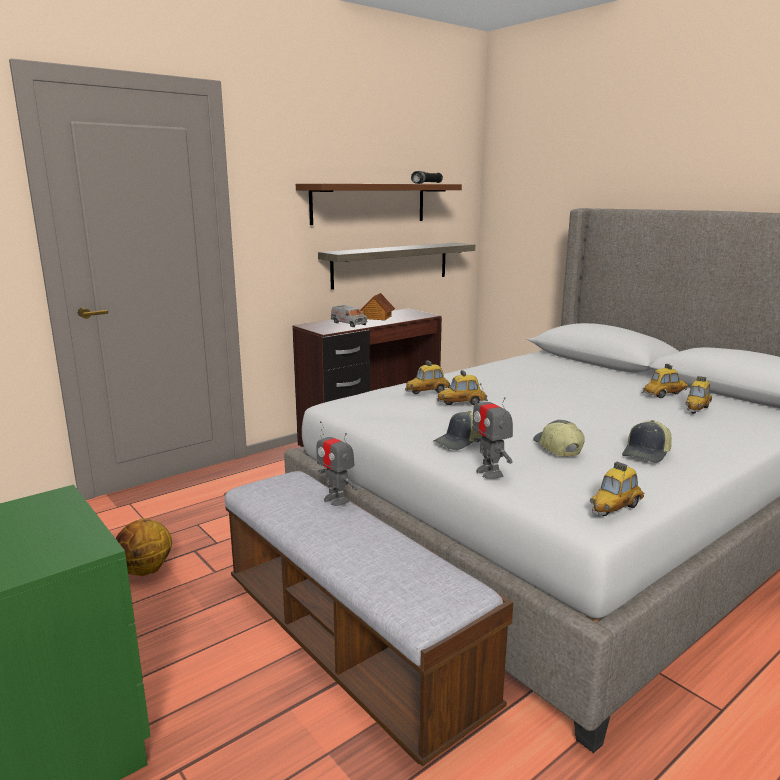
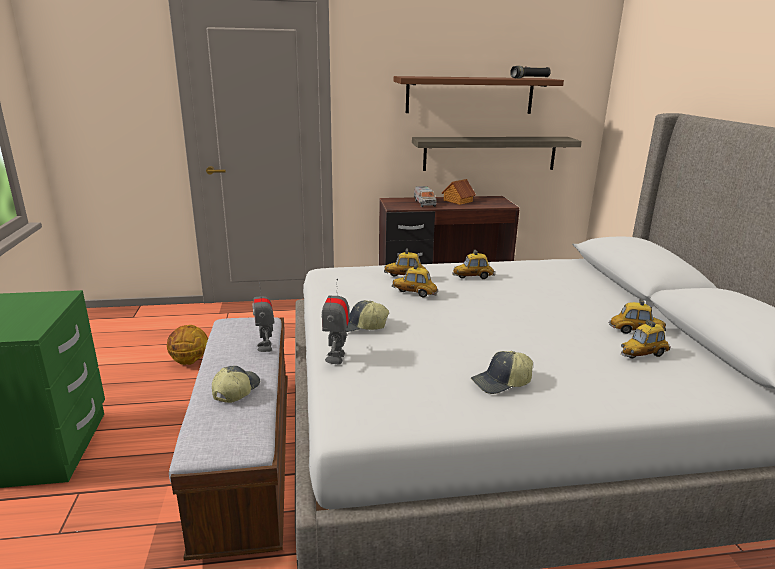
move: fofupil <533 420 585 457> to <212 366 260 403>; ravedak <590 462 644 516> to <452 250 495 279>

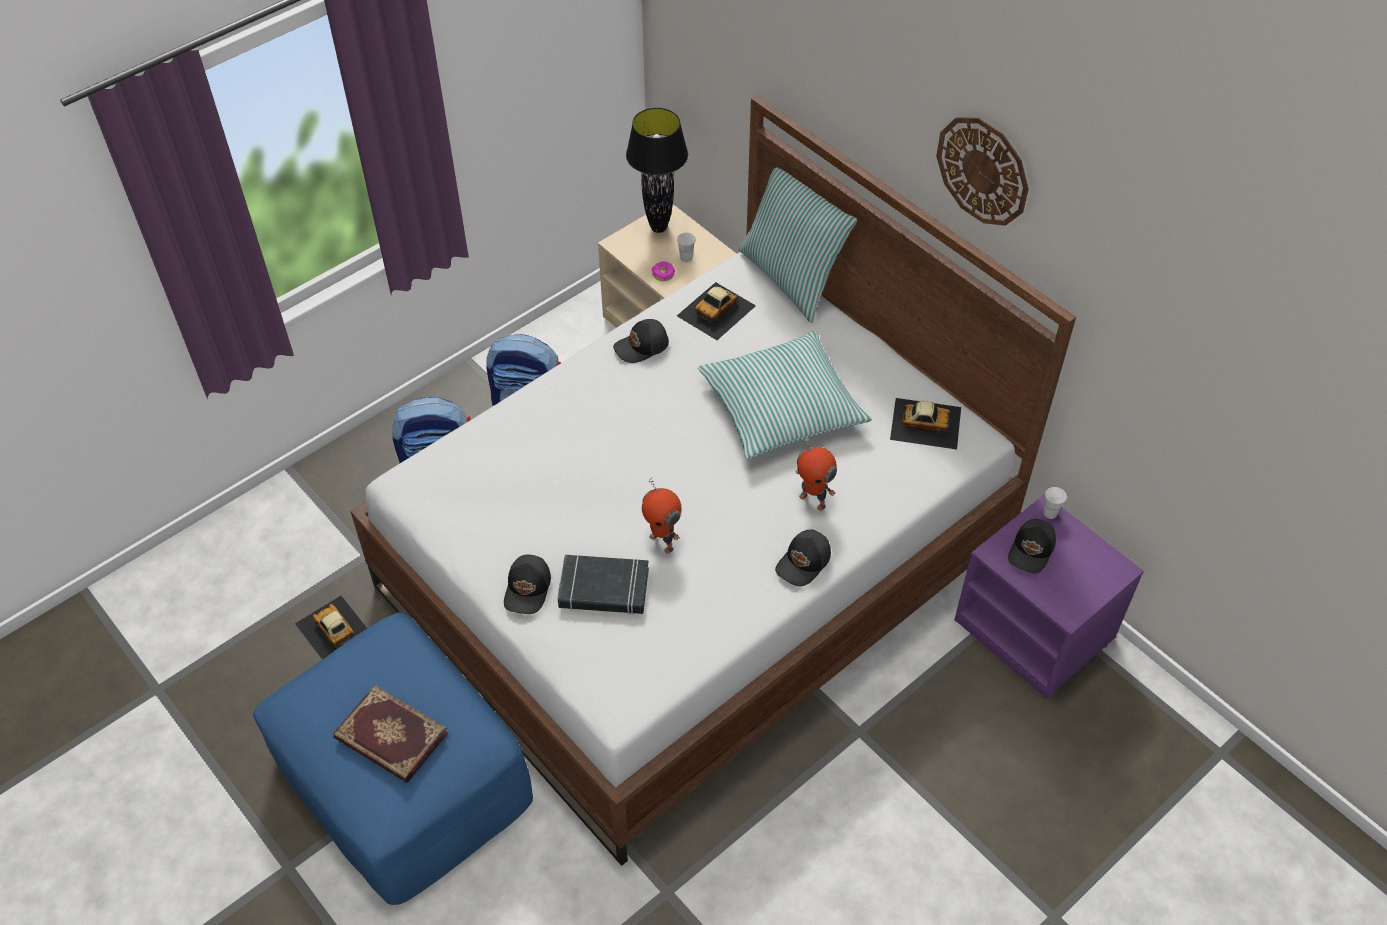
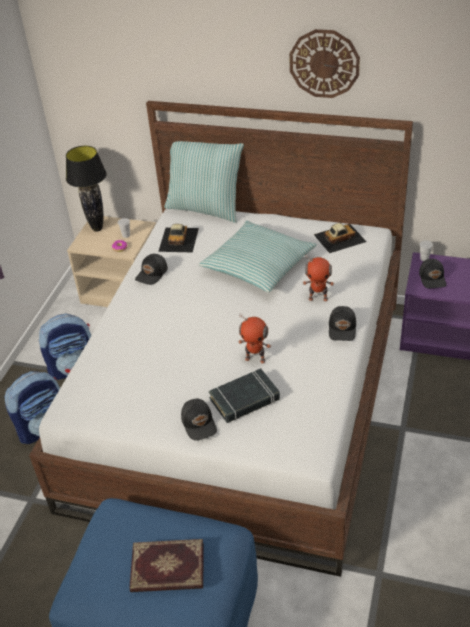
delete: ravedak <295 596 367 660>

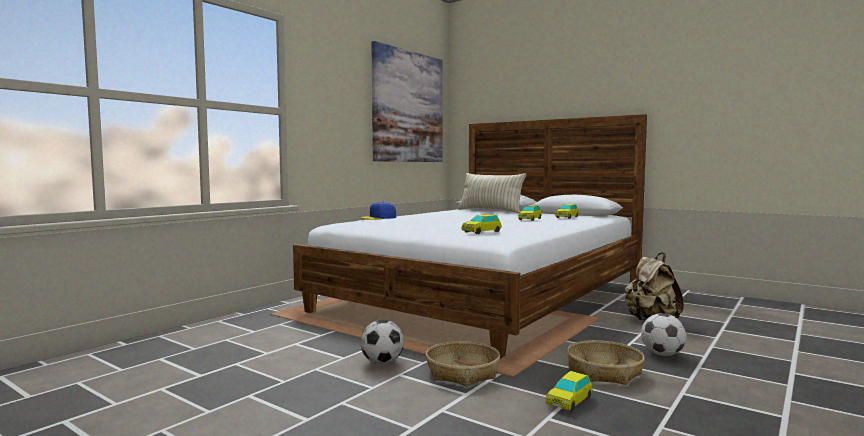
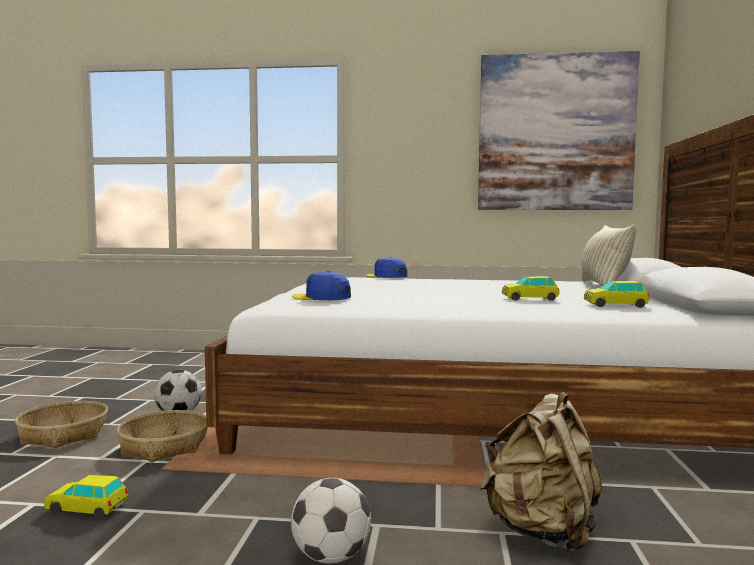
move: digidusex <567 340 645 385> to <15 401 108 448>
replace: ravedak <462 214 502 234> to blue fofupil <292 271 351 300>

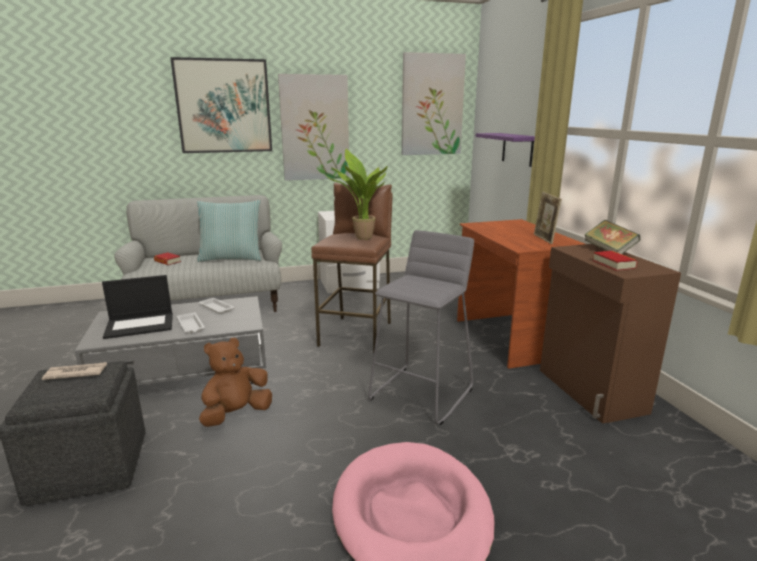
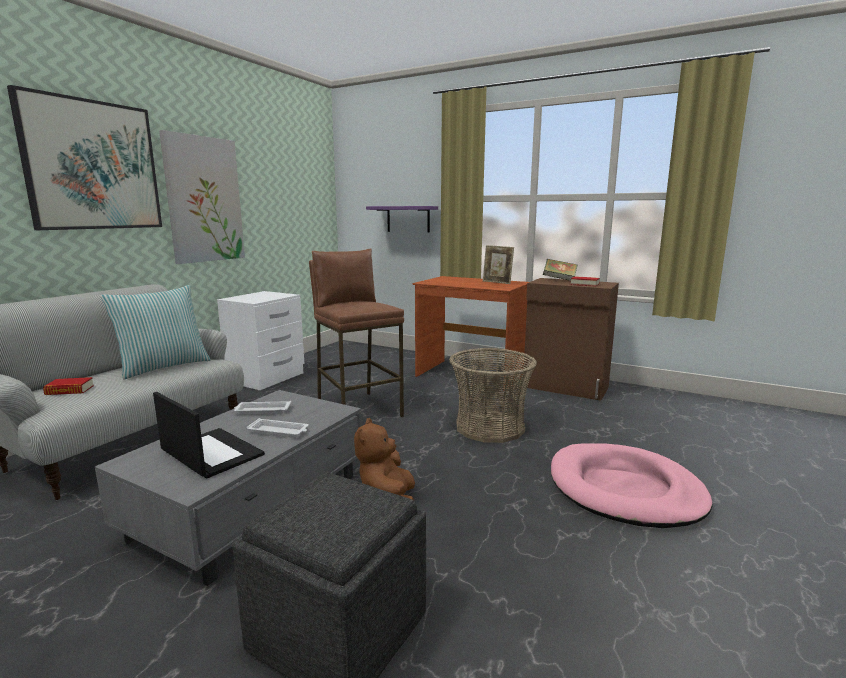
delete: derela <42 362 107 380>; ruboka <327 149 388 240>; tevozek <402 52 466 155>
replace: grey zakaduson <368 230 474 425> to digidusex <449 348 537 443>
rotate: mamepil <102 275 173 339> = <153 392 265 478> 75 degrees counterclockwise

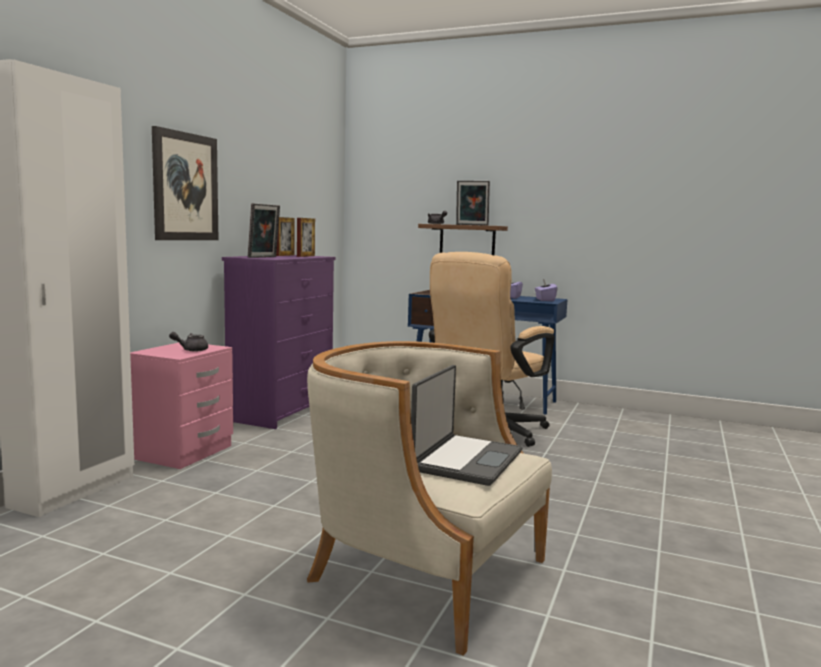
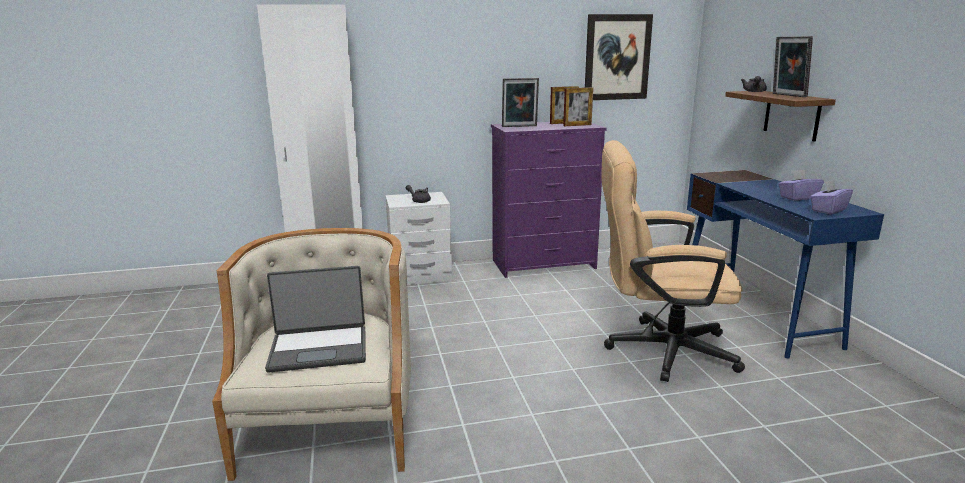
move: tevozek <152 126 219 240> to <585 14 653 100>
recolor: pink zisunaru <130 343 233 469> to white zisunaru <385 192 452 285>

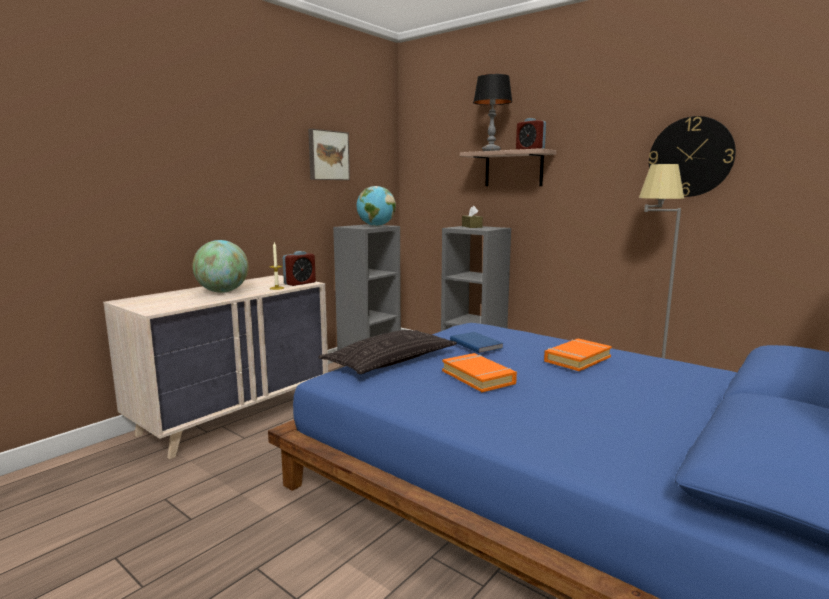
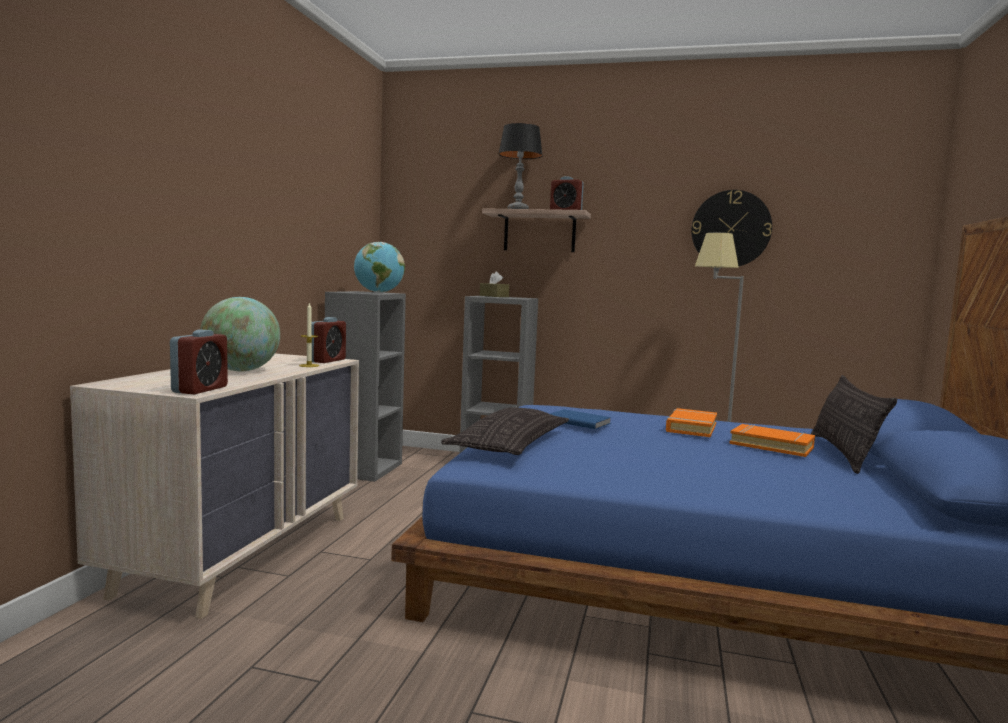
delete: tevozek <308 129 350 180>
insert: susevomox <170 329 228 394>; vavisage <811 375 897 474>
move: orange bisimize <442 353 517 392> to <729 424 815 457>

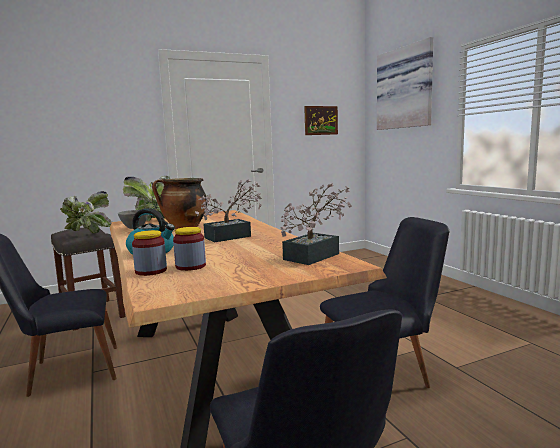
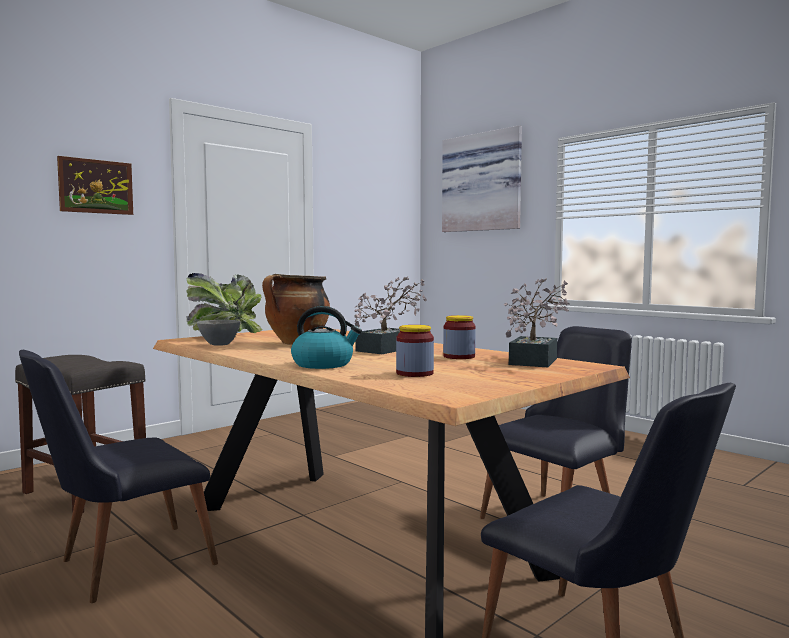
delete: ruboka <60 191 113 233>
move: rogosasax <132 230 167 276> to <443 315 476 359>; tevozek <304 106 338 135> to <57 156 133 215>

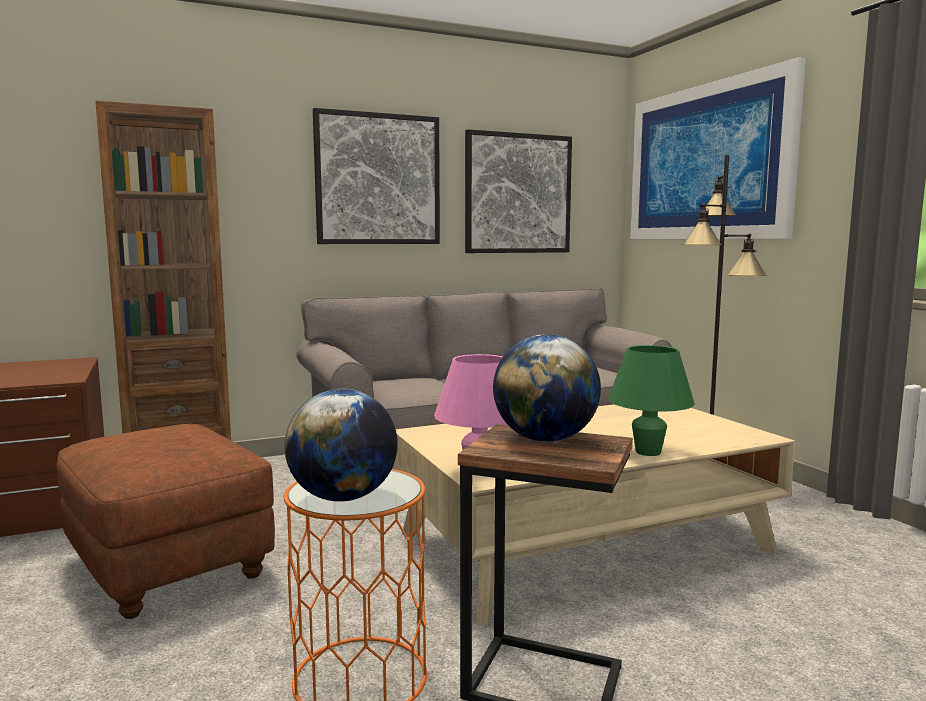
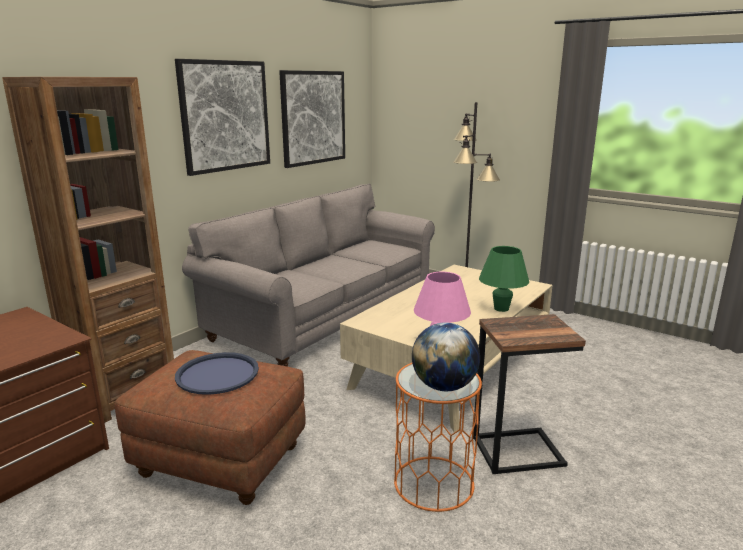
delete: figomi <493 334 601 442>; tevozek <630 57 806 239>
insert: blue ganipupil <175 352 259 395>

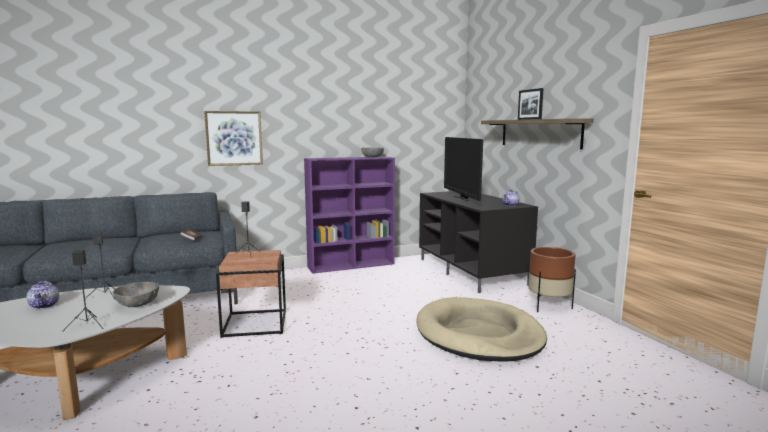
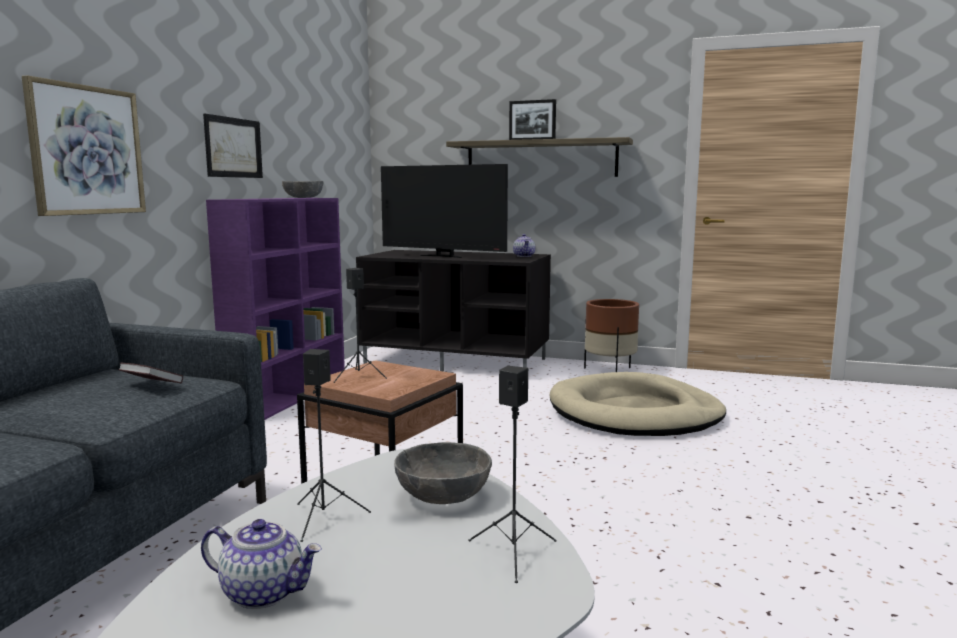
insert: tevozek <203 114 263 178>

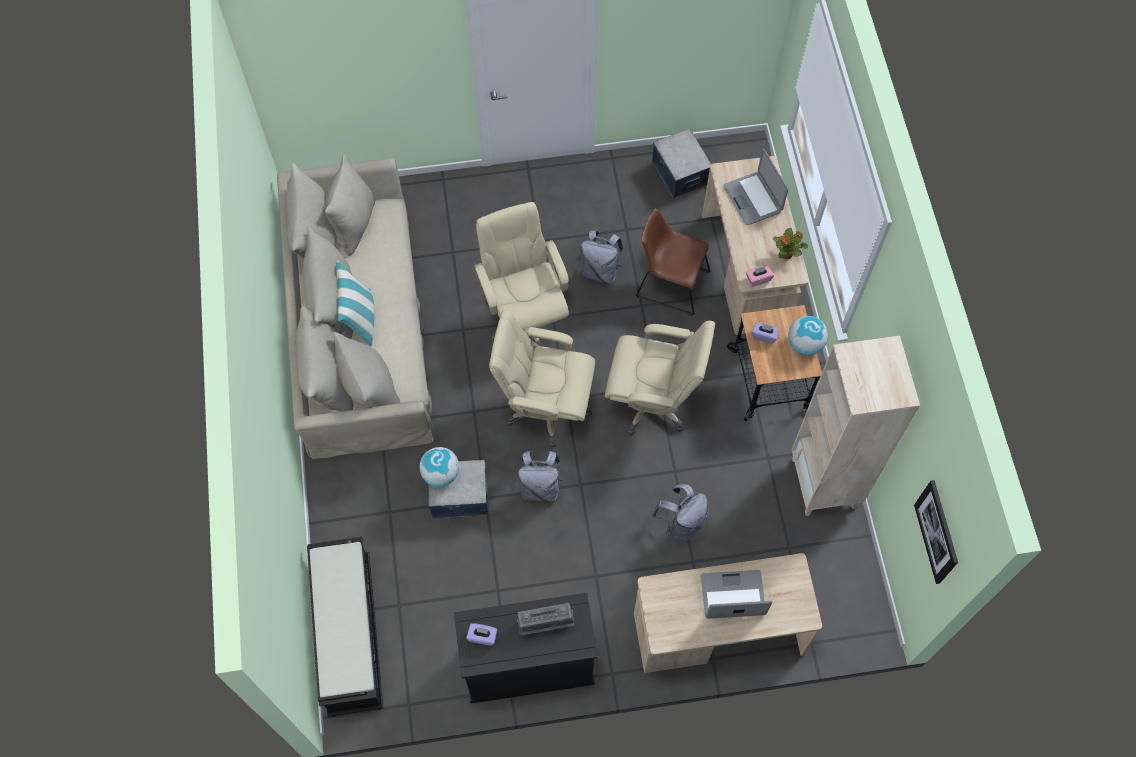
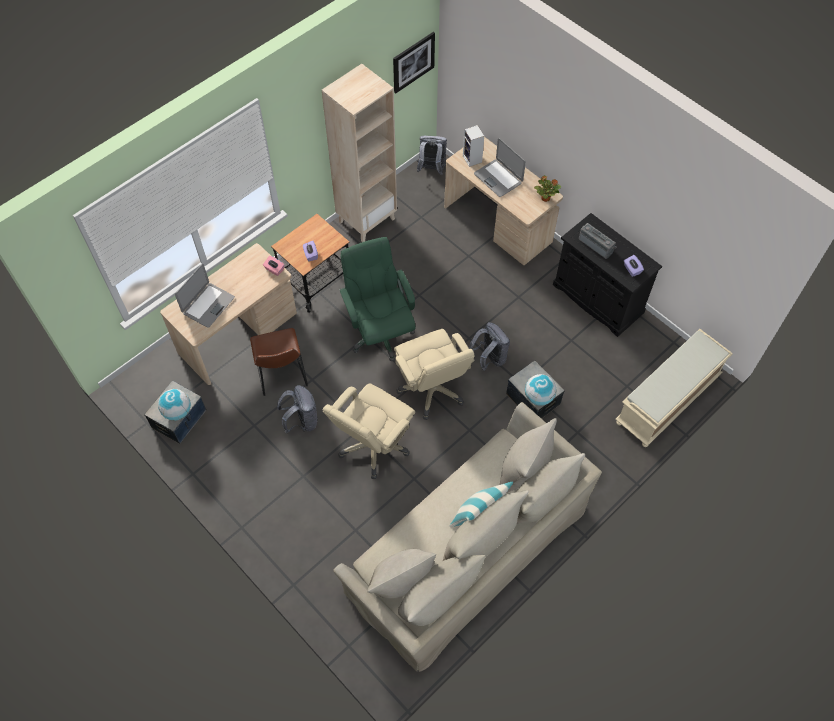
insert: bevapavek <463 125 484 167>
move: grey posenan <652 484 708 543> to <416 136 447 175>; ruboka <773 228 808 259> to <534 175 561 202>; figomi <788 316 828 355> to <158 389 191 421>
recolor: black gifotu <307 537 383 717> to beige gifotu <615 329 733 447>; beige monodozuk <605 321 715 435> to green monodozuk <339 237 416 361>

